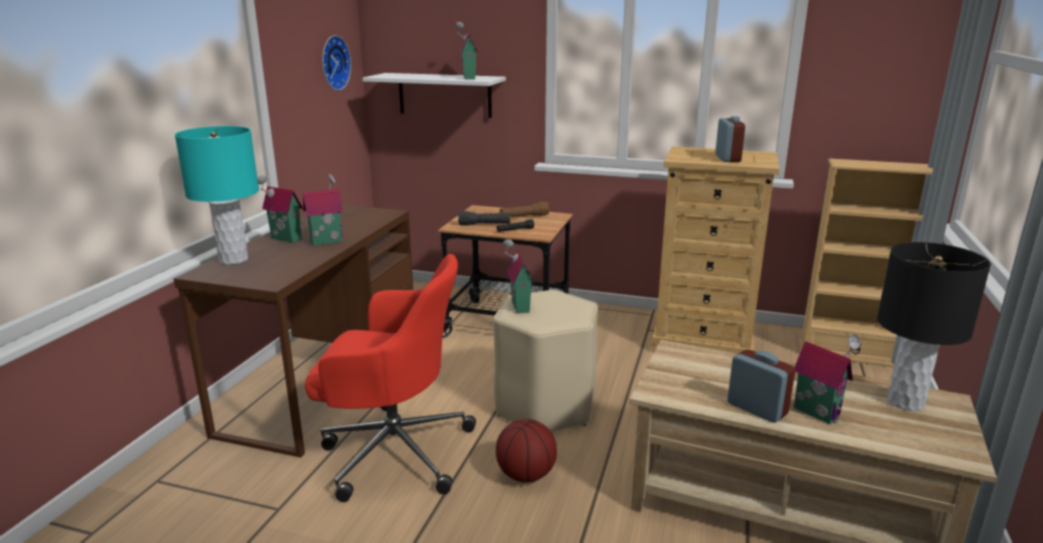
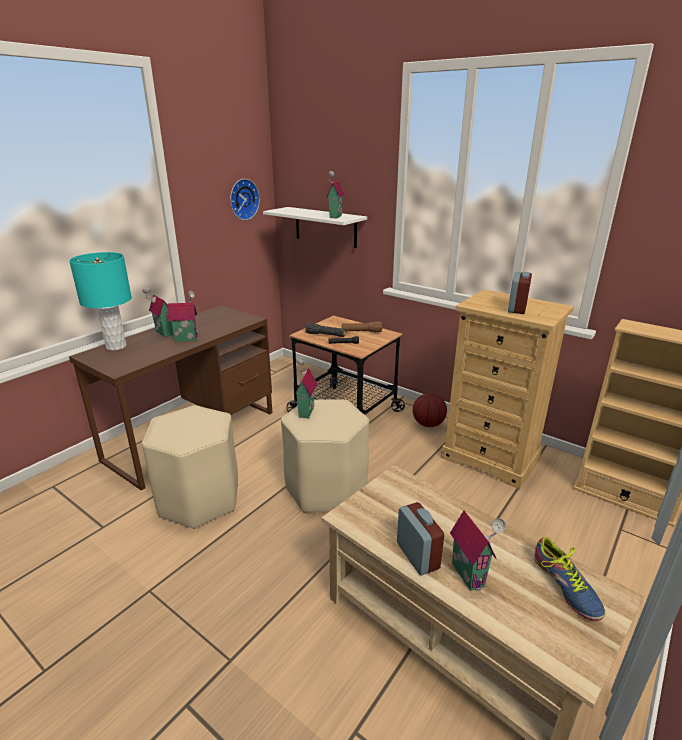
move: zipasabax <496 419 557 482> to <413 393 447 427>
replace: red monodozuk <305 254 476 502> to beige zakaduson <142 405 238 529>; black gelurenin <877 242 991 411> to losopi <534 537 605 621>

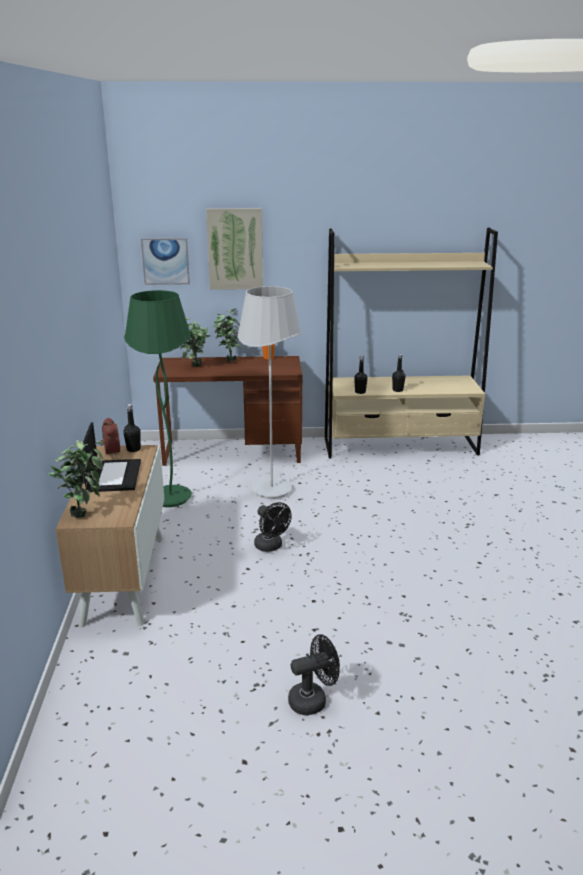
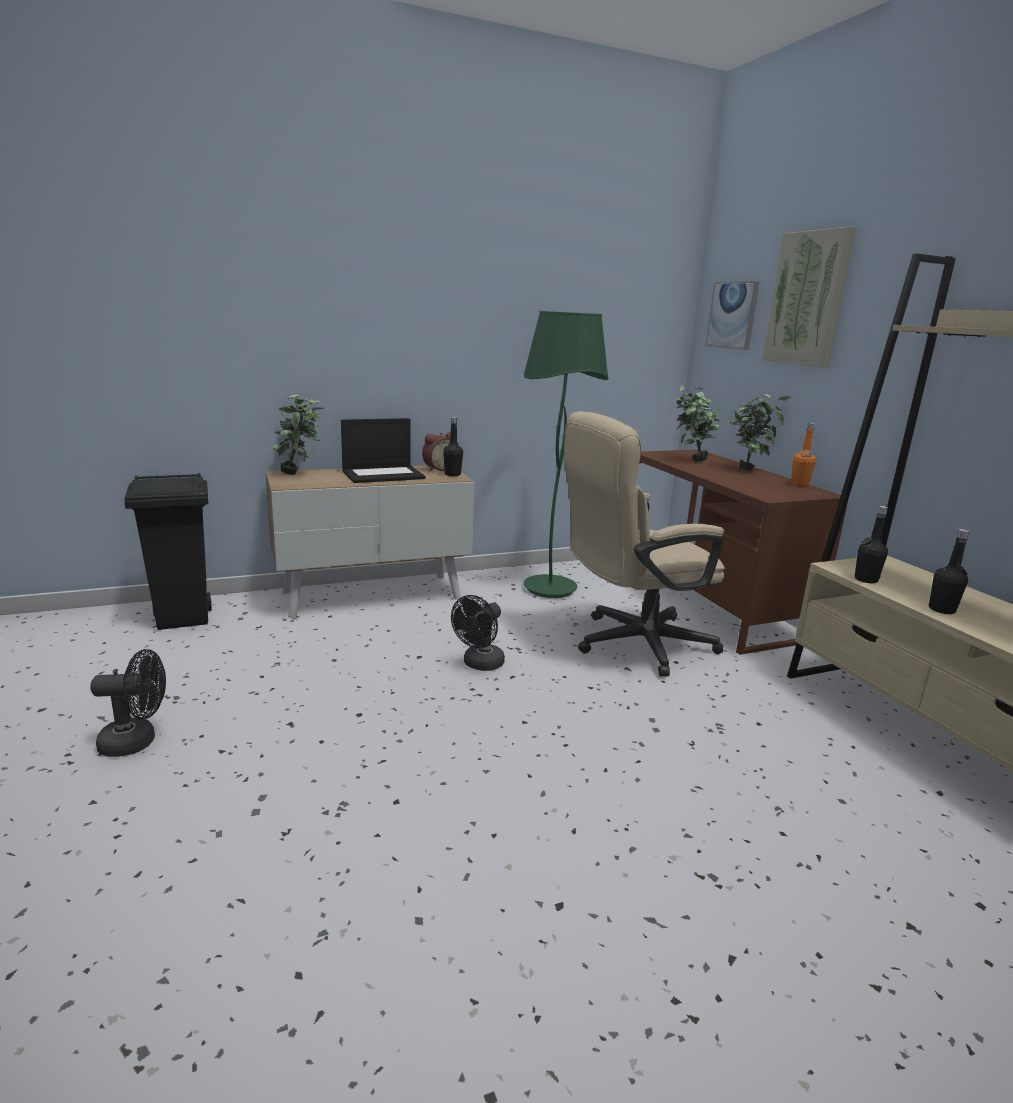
insert: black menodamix <125 473 212 630>
replace: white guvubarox <238 286 302 499> to beige monodozuk <564 411 726 677>
rotate: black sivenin <288 634 340 715> = <90 649 166 757> 60 degrees counterclockwise

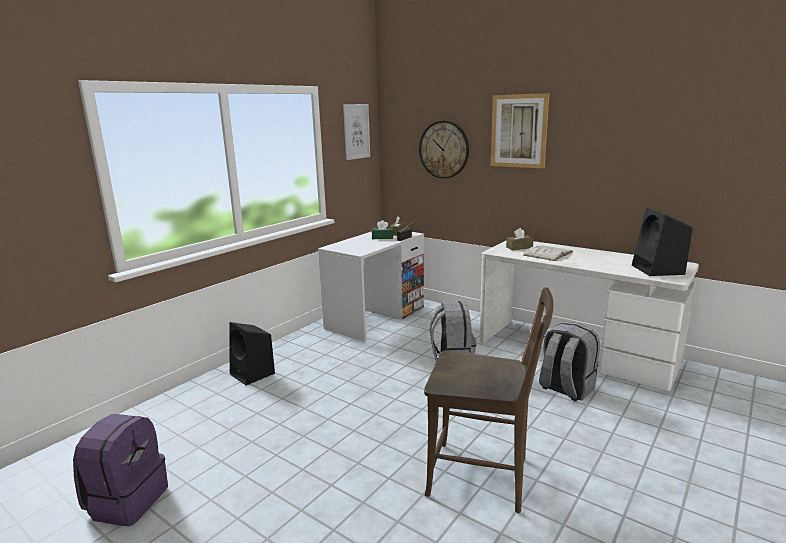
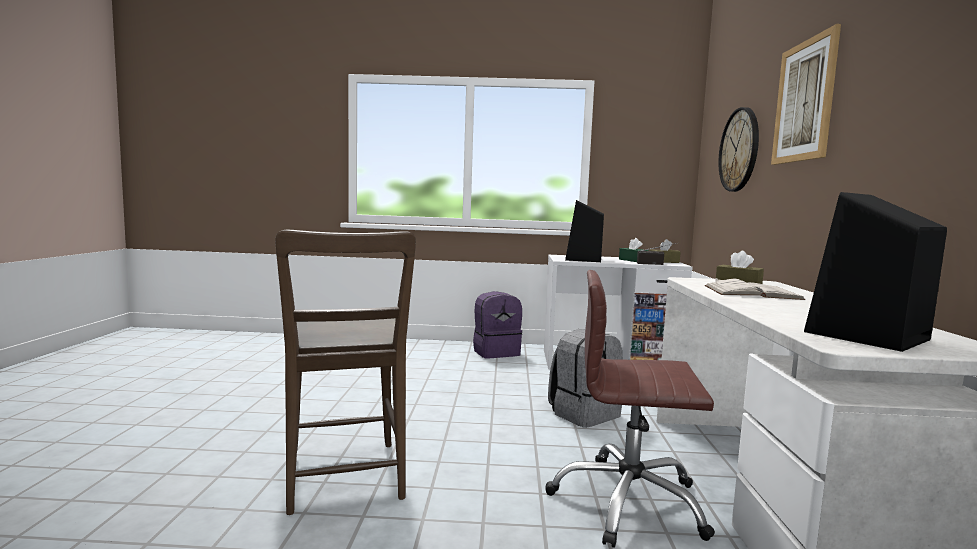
delete: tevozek <343 104 370 160>
move: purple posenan <73 414 168 526> to <473 291 522 359>; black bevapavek <229 322 275 385> to <565 200 604 262>
replace: grey posenan <539 322 600 402> to brown monodozuk <545 270 715 548>

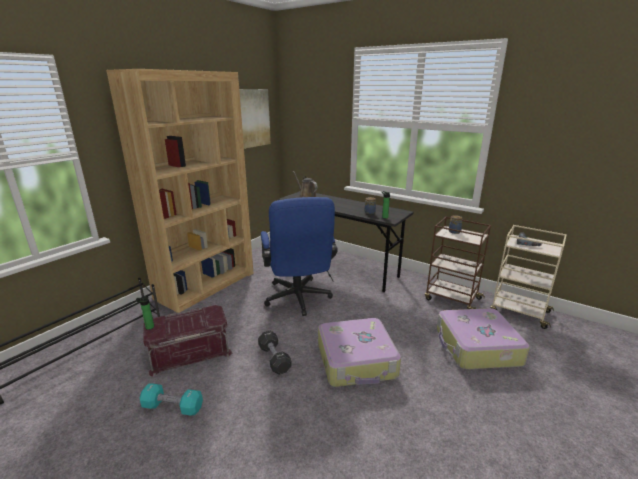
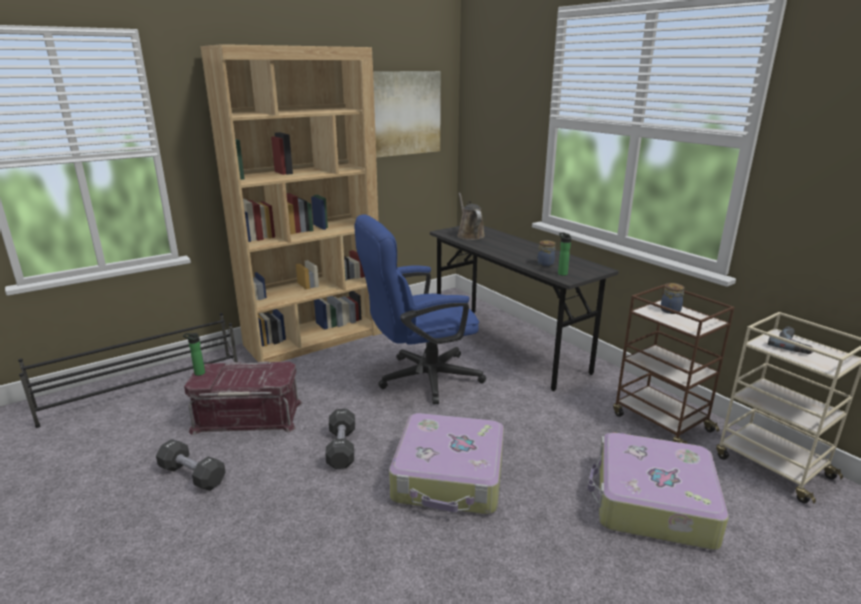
recolor: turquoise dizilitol <140 383 203 416> to black dizilitol <156 439 226 491>
rotate: blue monodozuk <261 197 338 316> = <354 214 486 404> 60 degrees clockwise

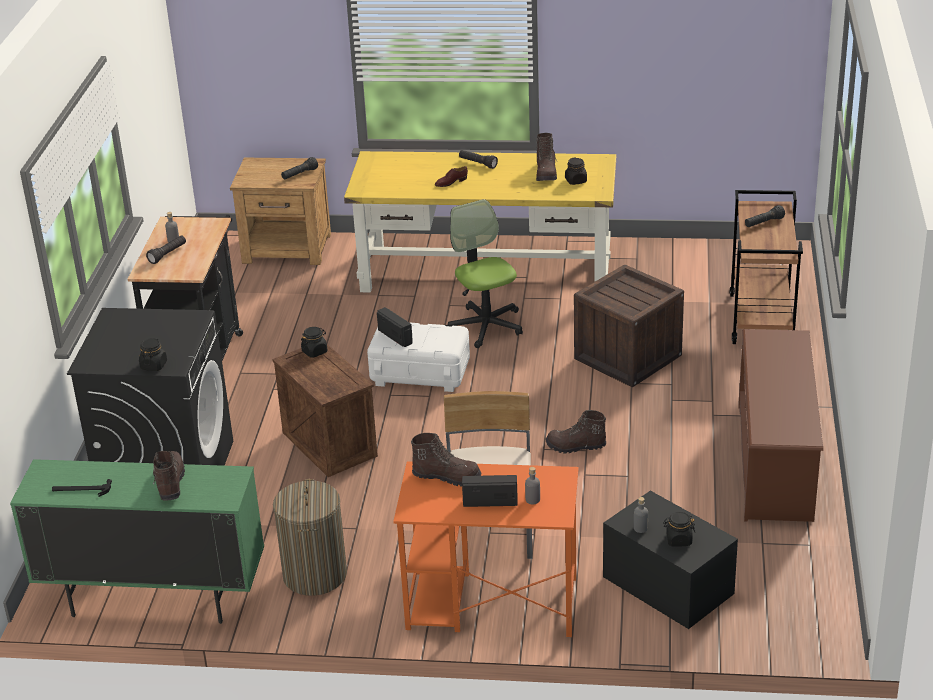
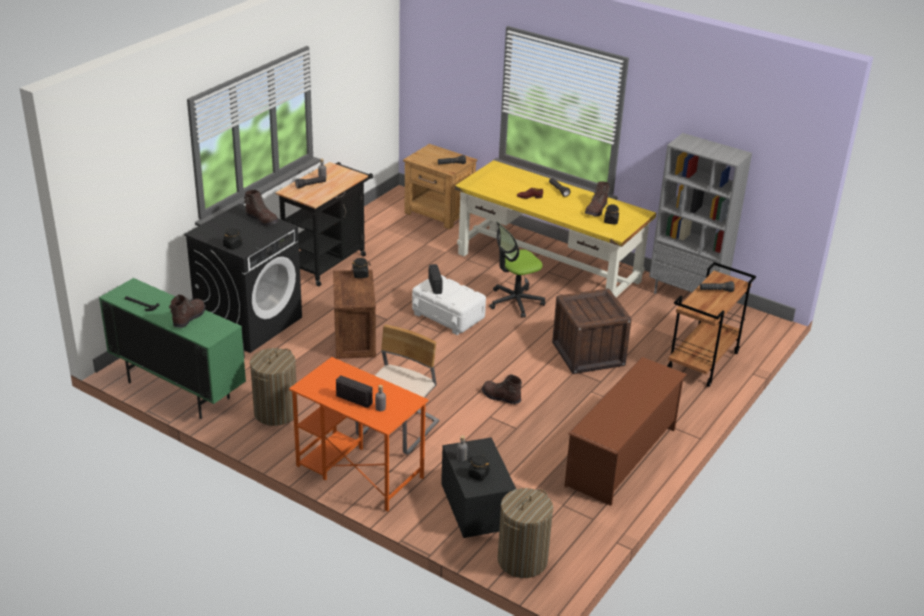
insert: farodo <498 488 554 578>; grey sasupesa <649 133 752 294>
move: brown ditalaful <411 433 481 487> to <244 190 278 227>
rotate: monodozuk <445 199 523 348> = <489 221 545 318> 120 degrees counterclockwise

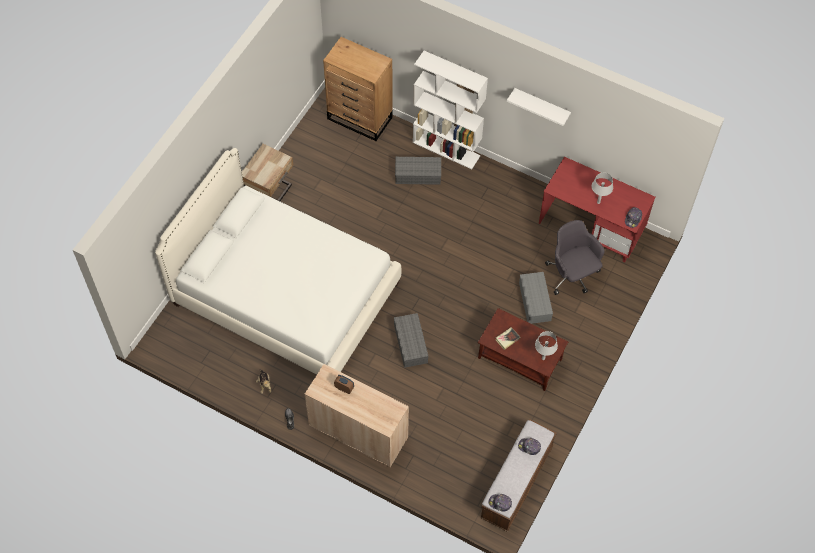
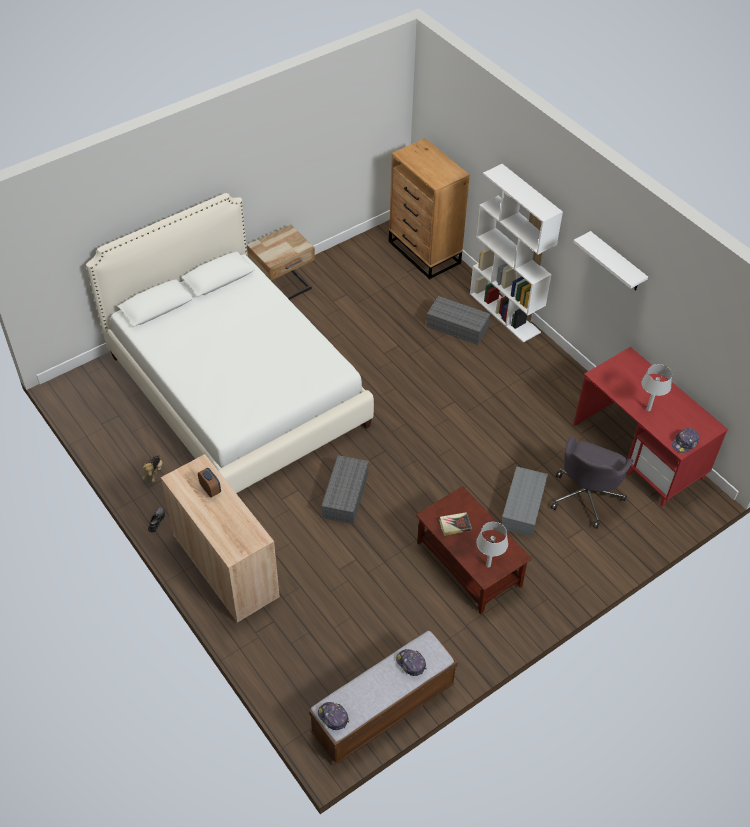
rotate: grey monodozuk <545 220 605 295> = <551 436 633 529> 150 degrees counterclockwise

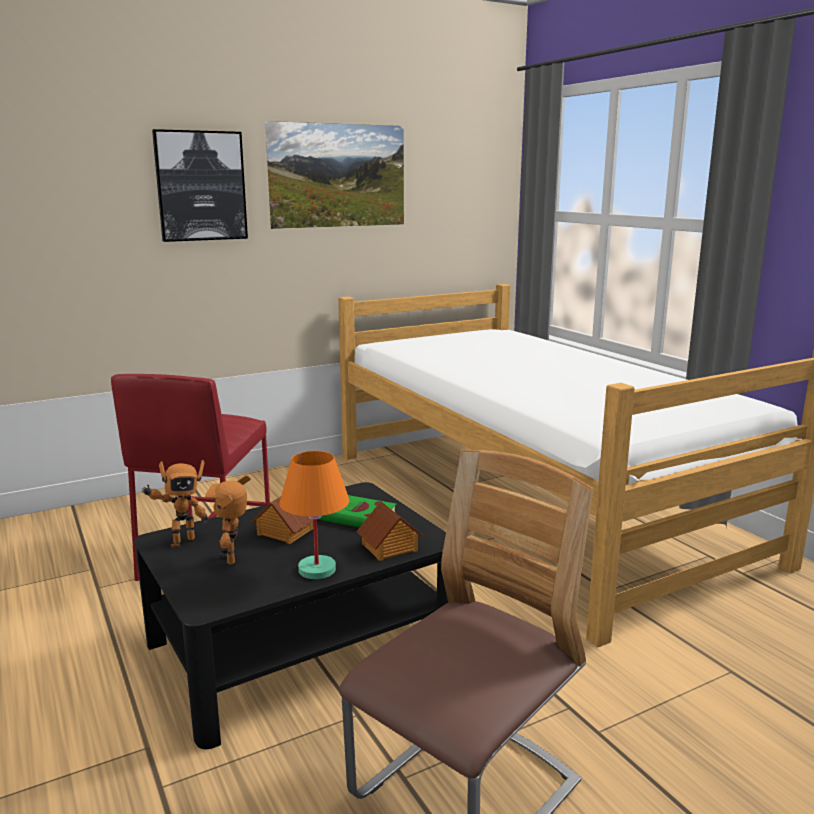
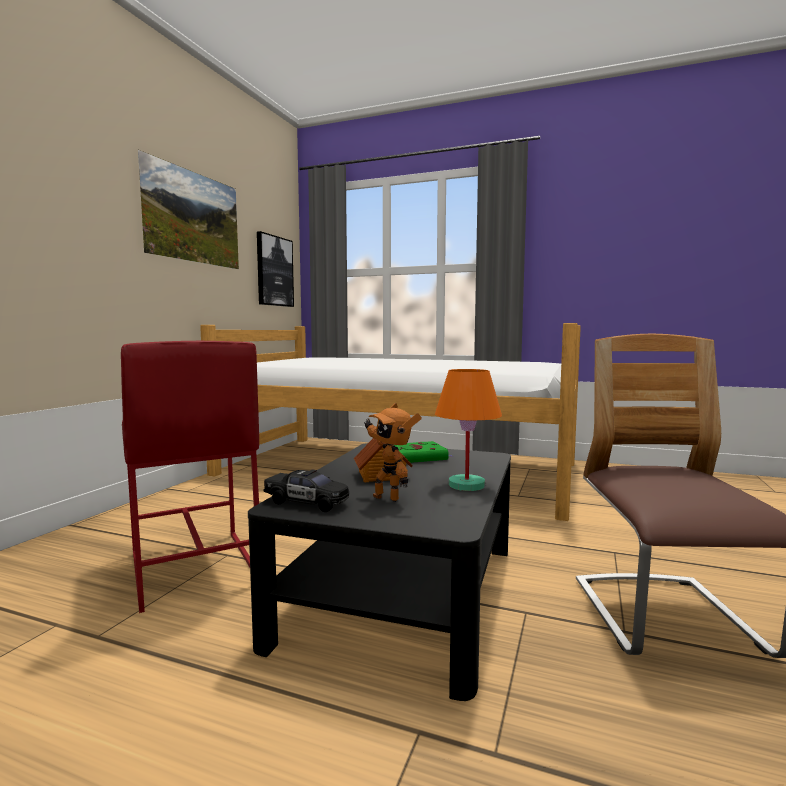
delete: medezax <356 501 425 561>
move: tevozek <152 129 248 242> to <257 231 294 307>
replace: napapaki <141 460 208 548> to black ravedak <263 469 349 512>

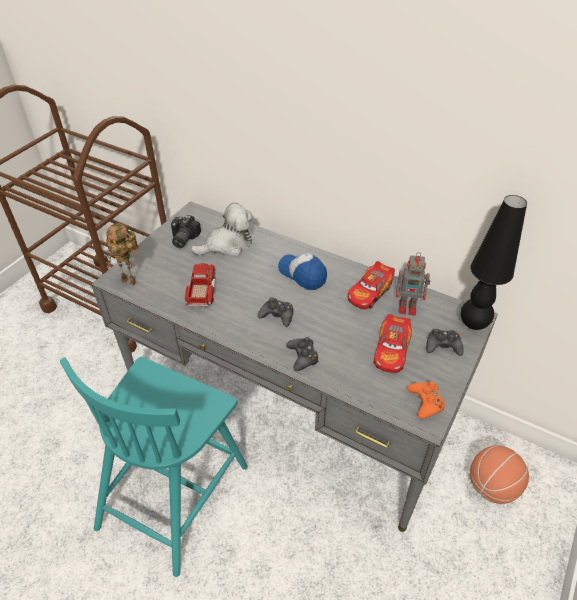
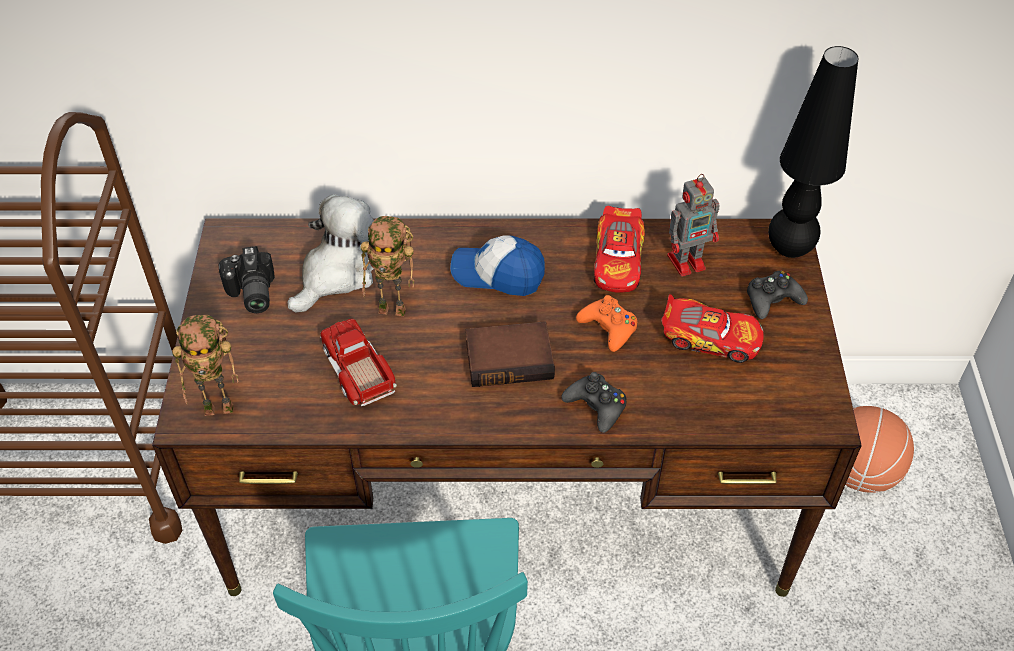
insert: napapaki <360 216 414 316>
move: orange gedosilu <407 382 445 419> to <576 295 637 352>
replace: black gedosilu <258 297 293 327> to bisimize <466 321 555 387>
recolor: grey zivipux <91 201 498 532> to brown zivipux <152 218 862 597>
rotate: ravedak <374 314 412 373> = <662 294 764 363> 60 degrees counterclockwise

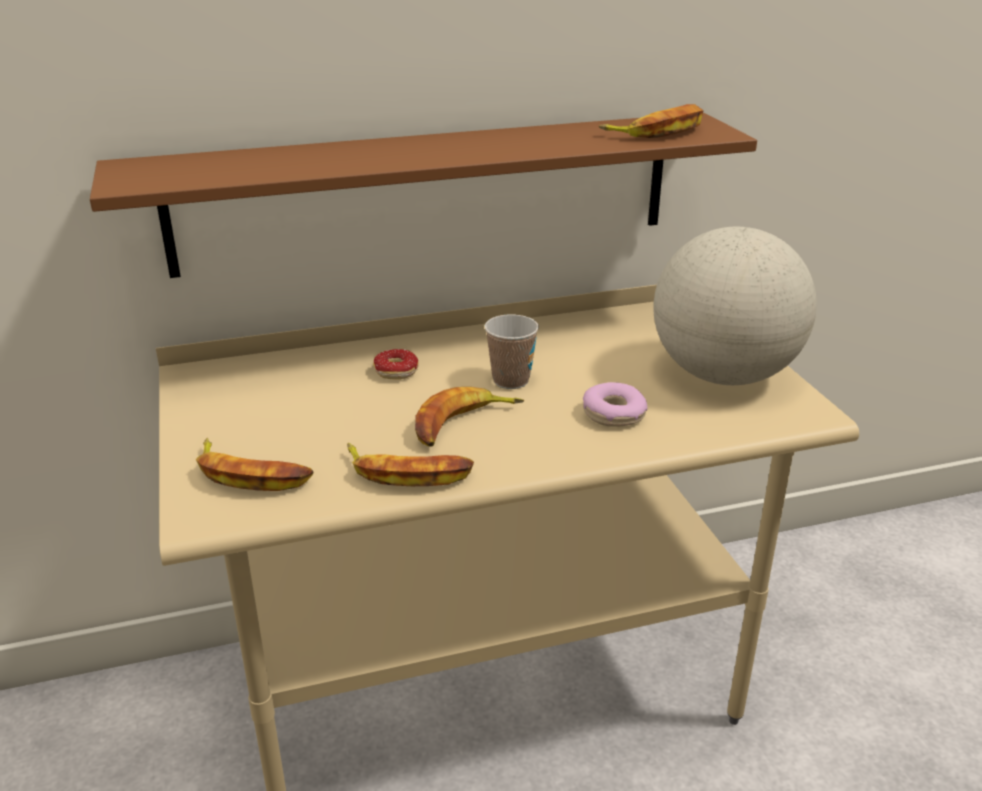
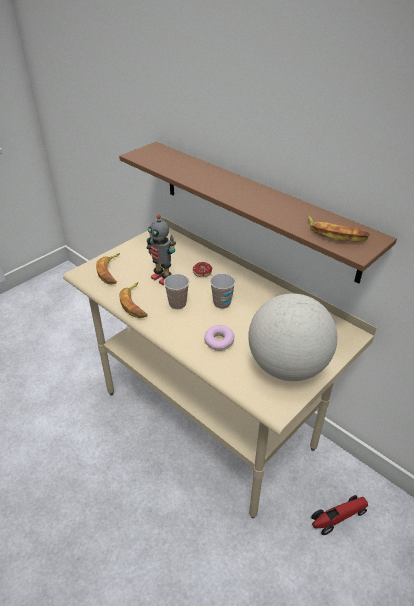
insert: napapaki <147 215 176 285>; ravedak <311 495 368 535>
replace: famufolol <415 387 524 447> to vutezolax <164 274 189 309>

